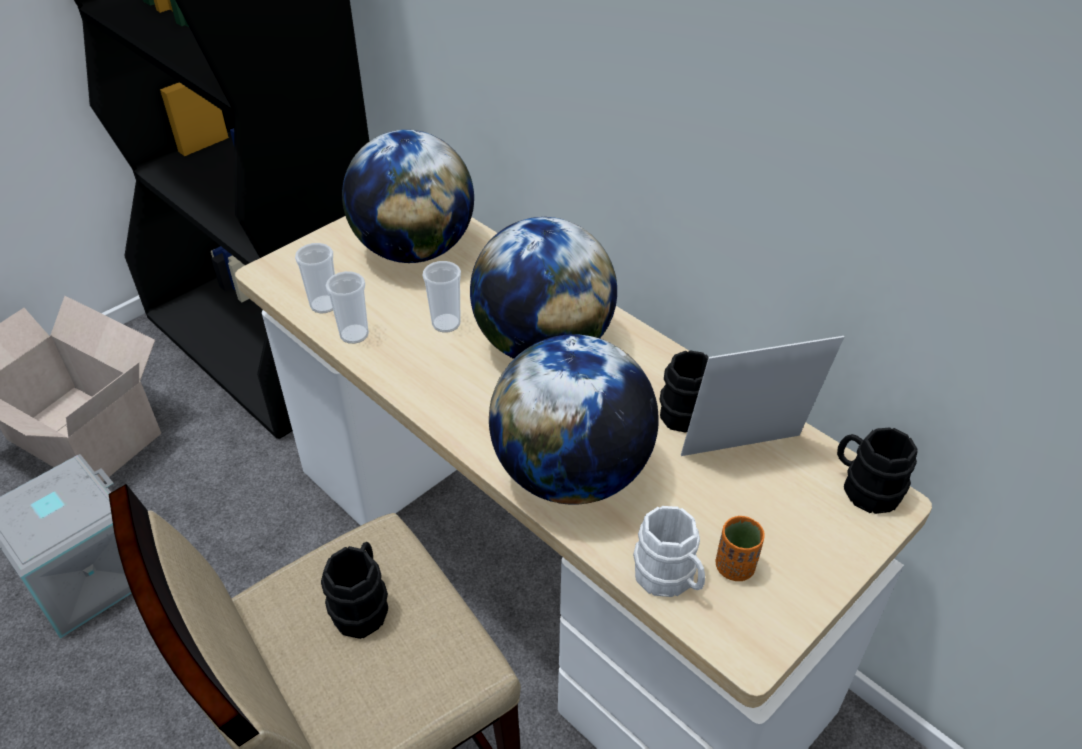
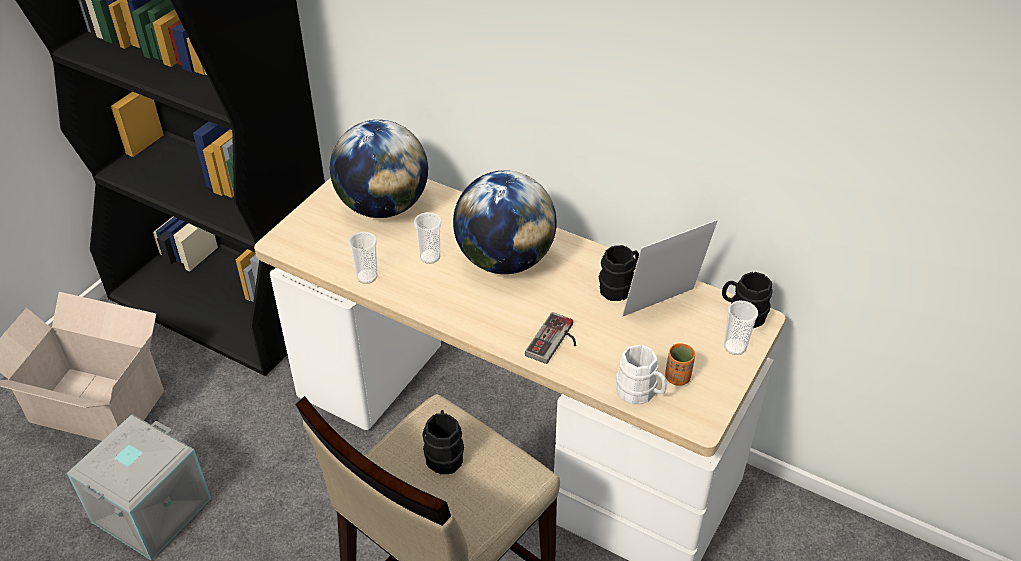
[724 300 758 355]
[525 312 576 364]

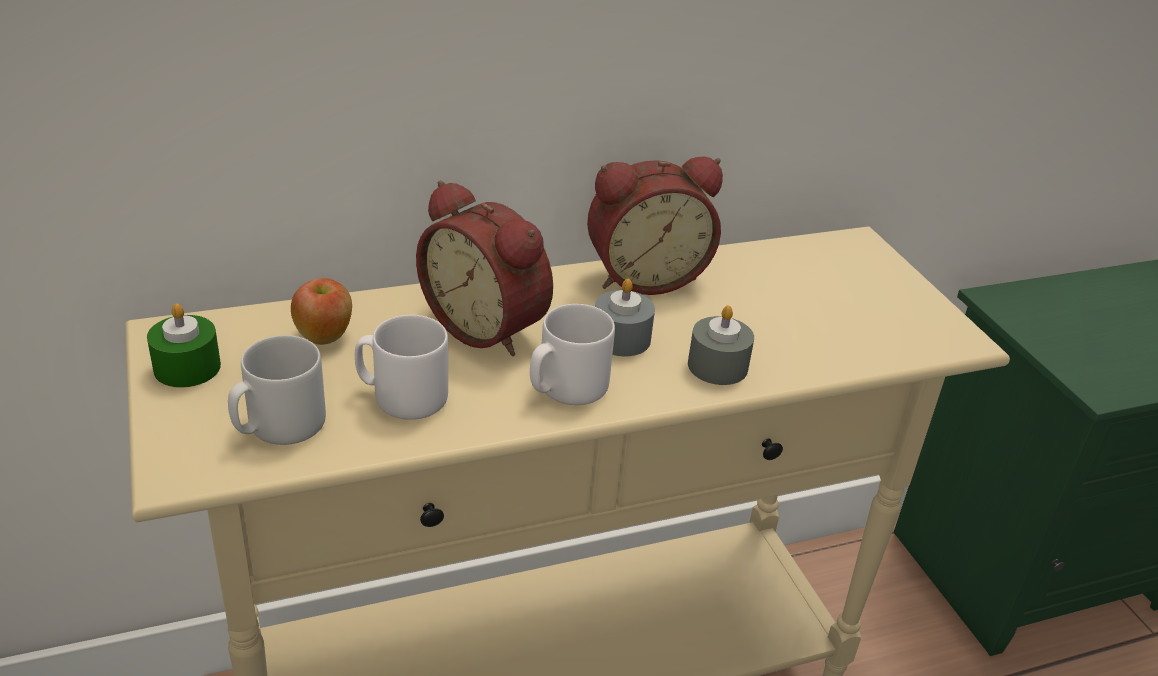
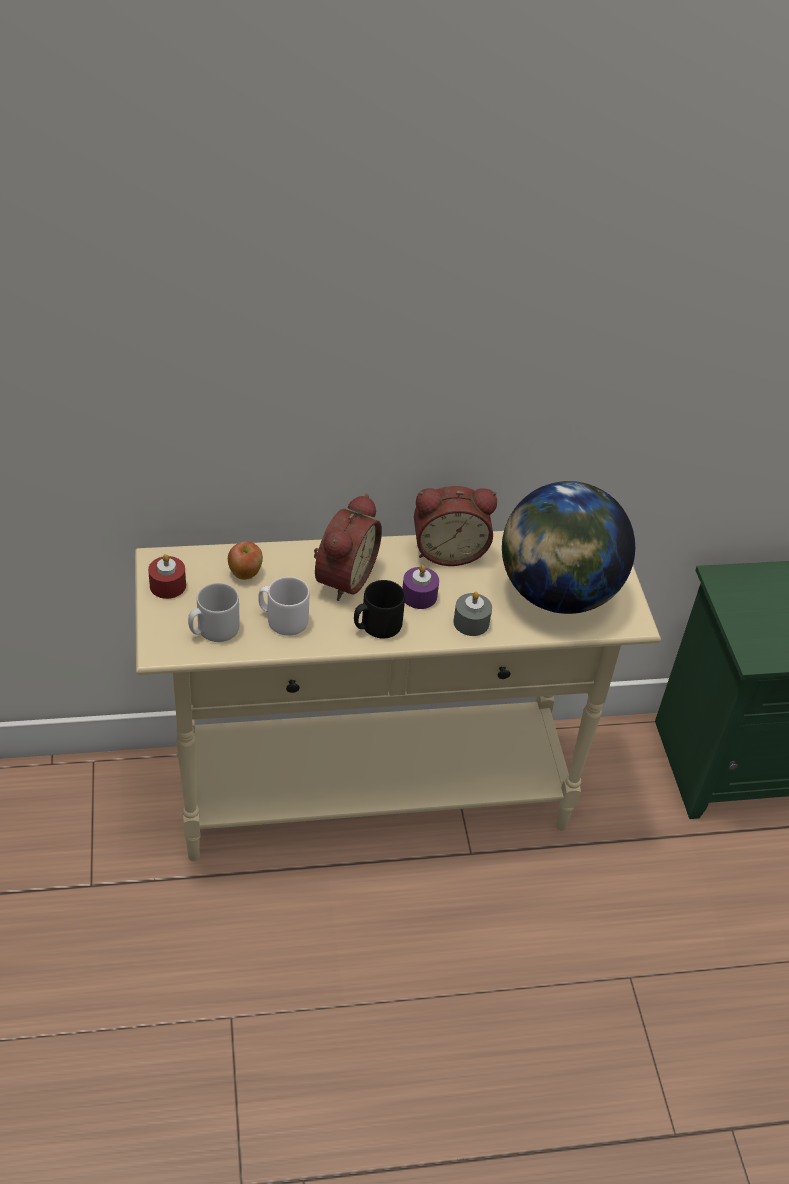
[314 494 382 601]
[403 565 439 609]
[148 554 186 599]
[354 580 405 638]
[502 481 635 614]

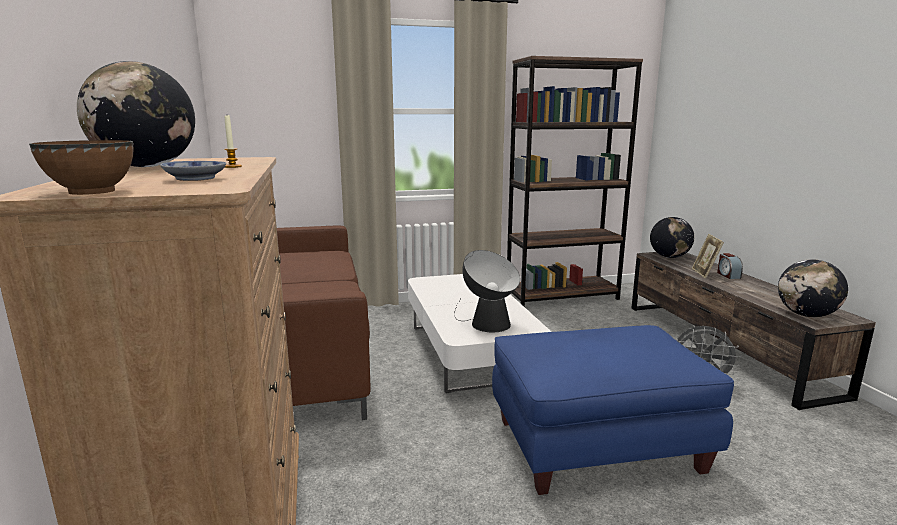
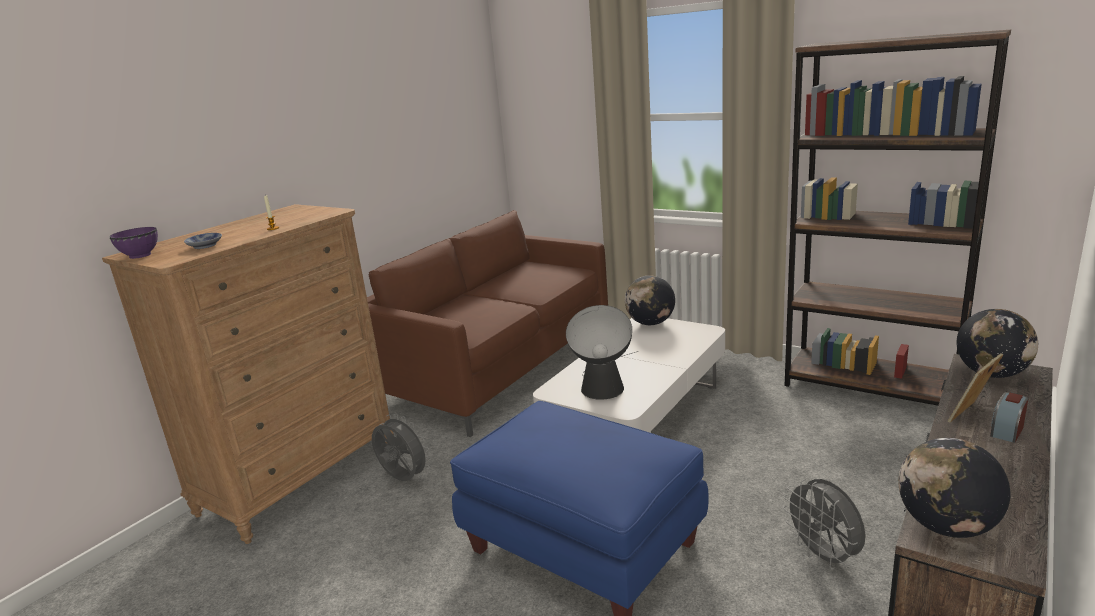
[625 275 675 325]
[109 227 158 259]
[372 414 431 481]

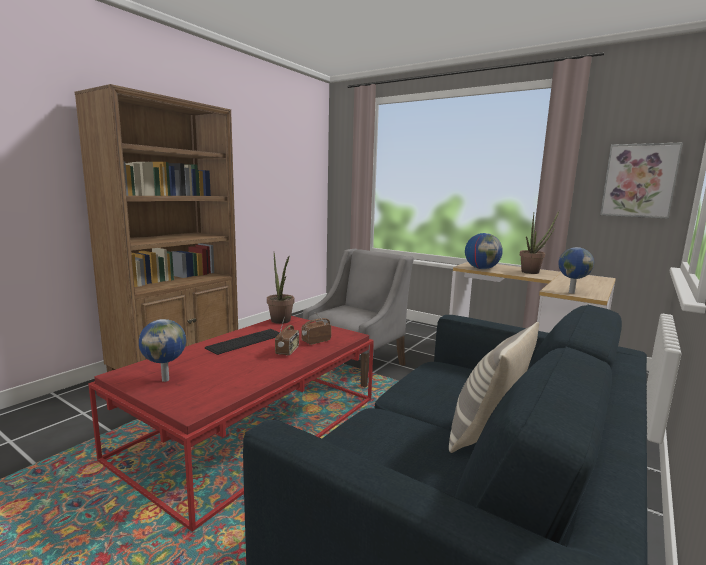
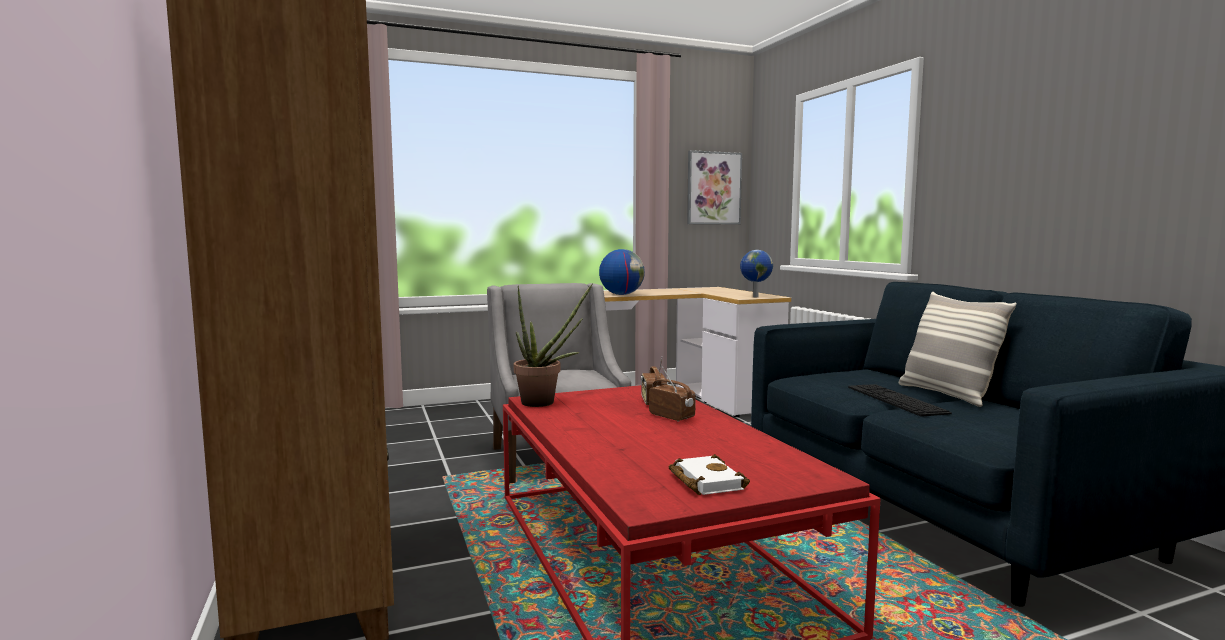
[520 211 559 274] (first image)
[669 454 750 495]
[848 384 952 417]

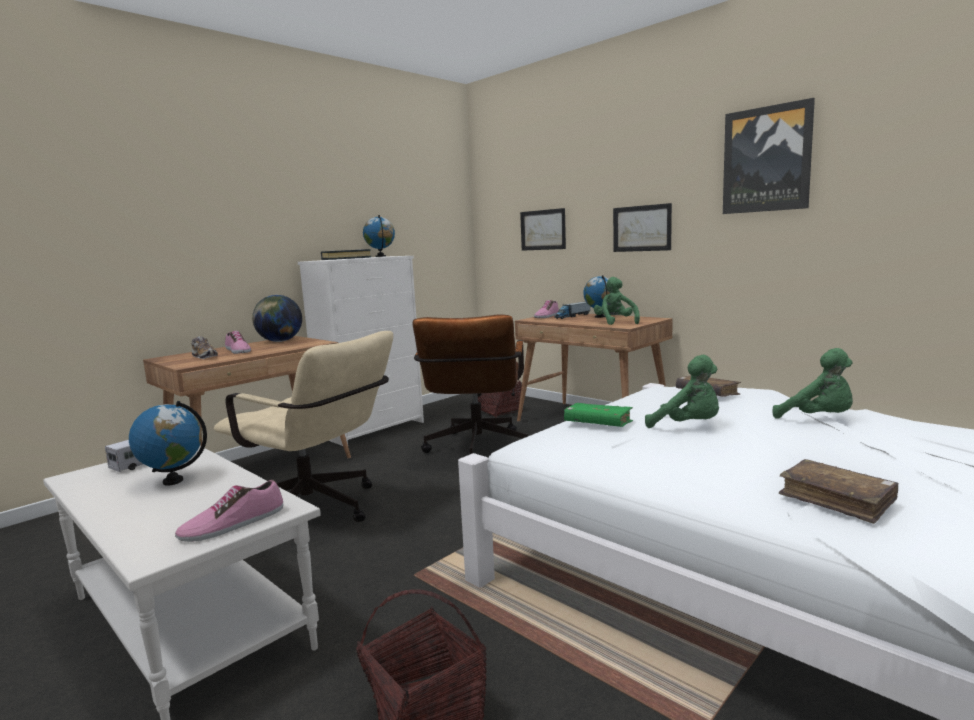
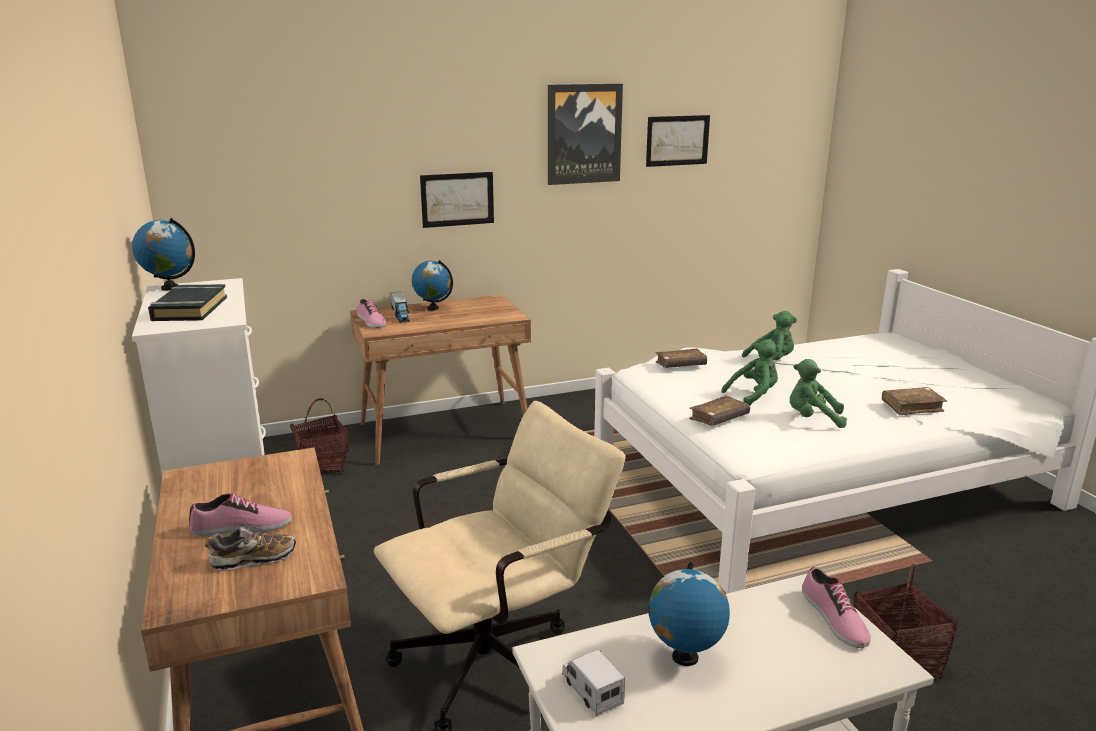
[646 115 710 167]
[790 359 847 428]
[252 295 302 342] (first image)
[413 314 528 455] (first image)
[689 395 750 426]

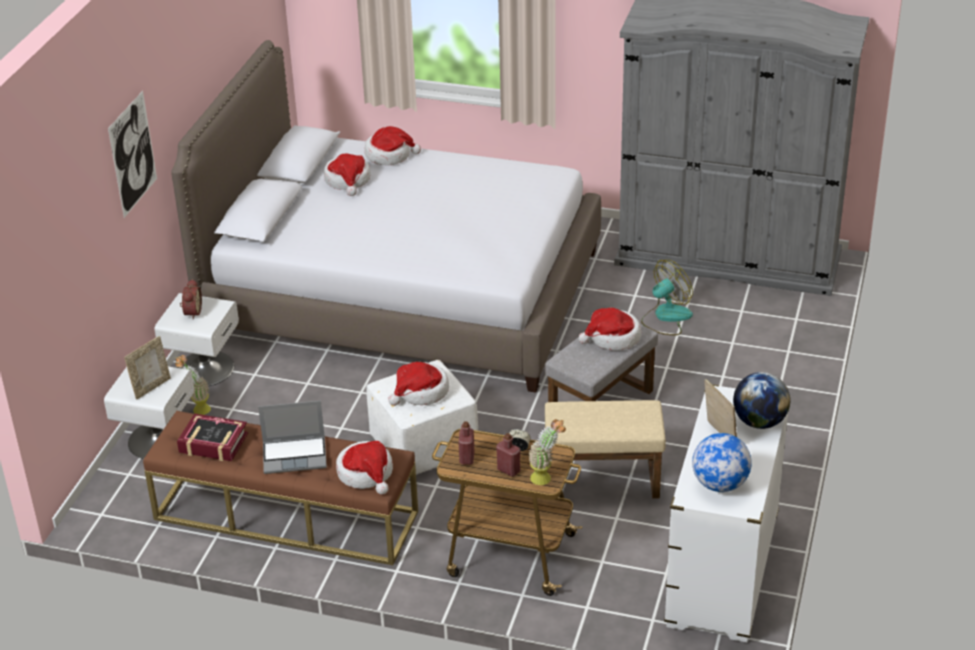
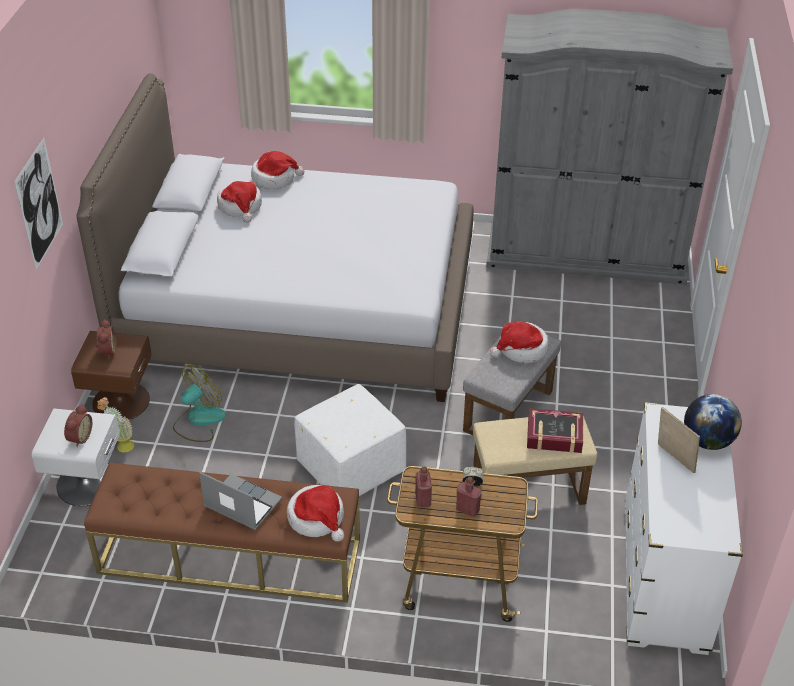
[173 364 226 442]
[71 331 151 420]
[64 404 92 447]
[388 362 449 406] (first image)
[199 472 282 530]
[527 408 583 454]
[528 419 566 485] (first image)
[692 433 752 492] (first image)

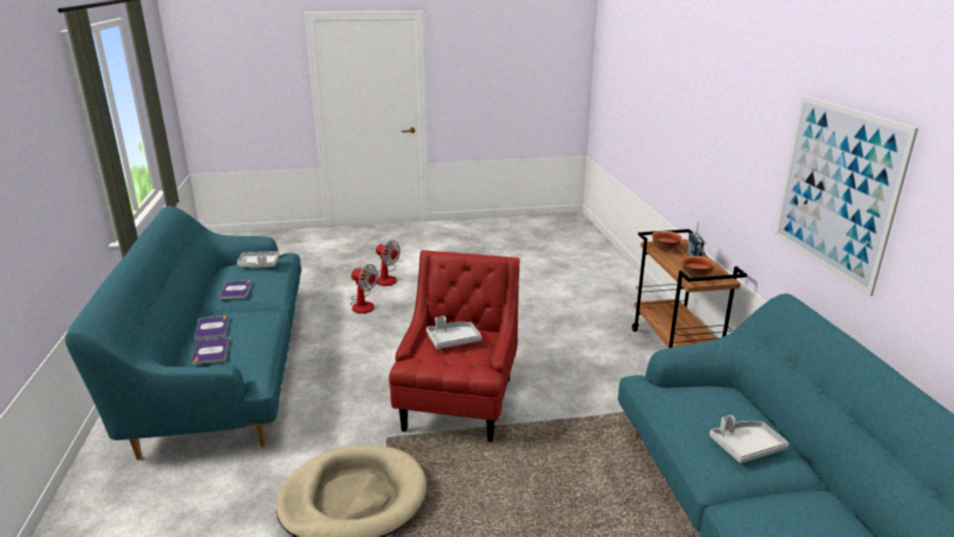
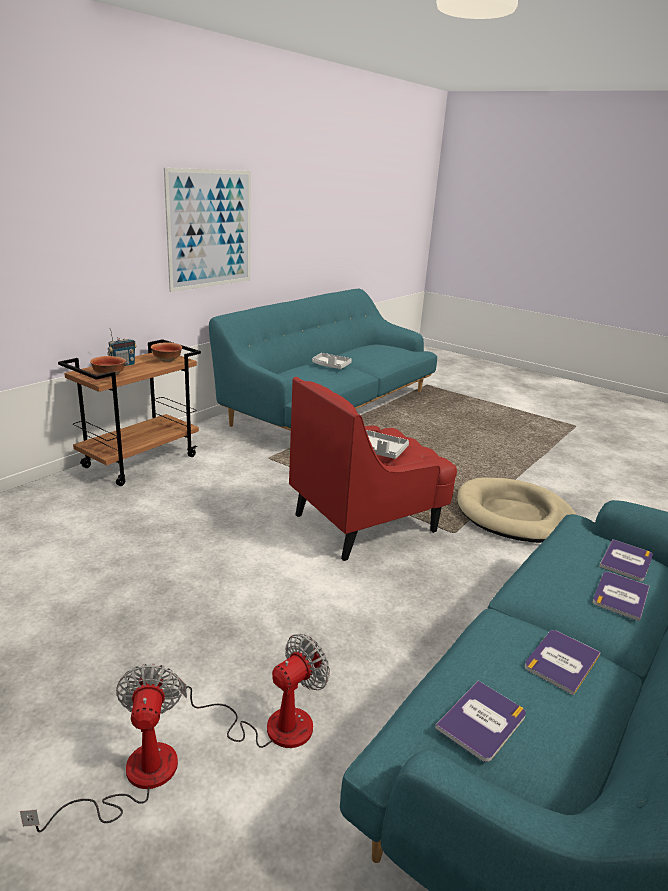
[435 681 526 762]
[179 634 330 748]

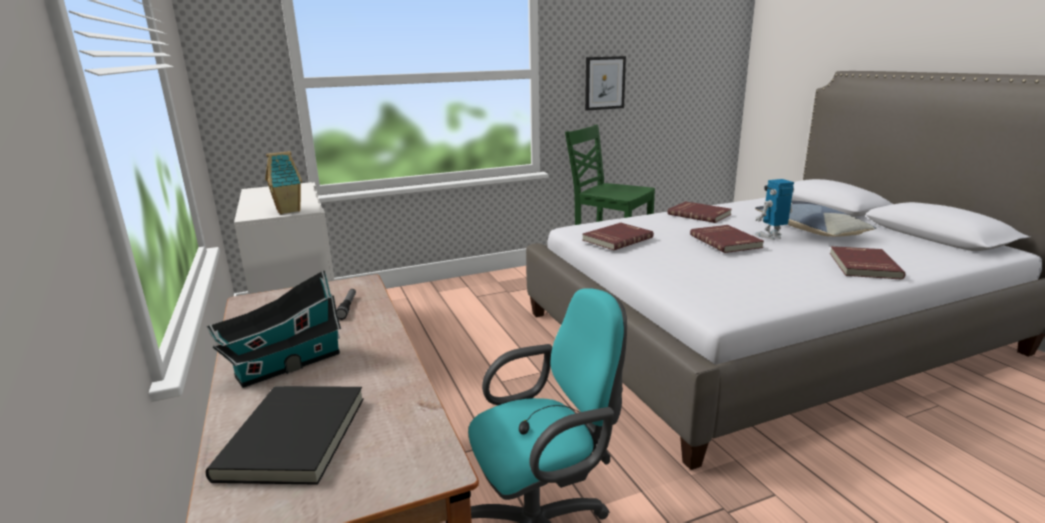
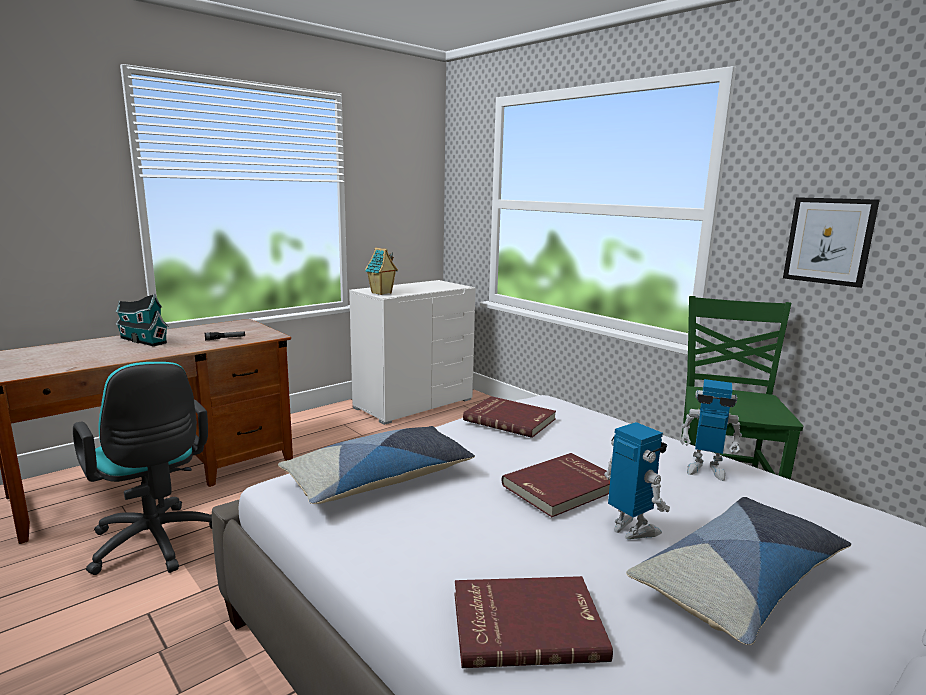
[680 379 742 481]
[206 386 364 485] (first image)
[278 426 475 504]

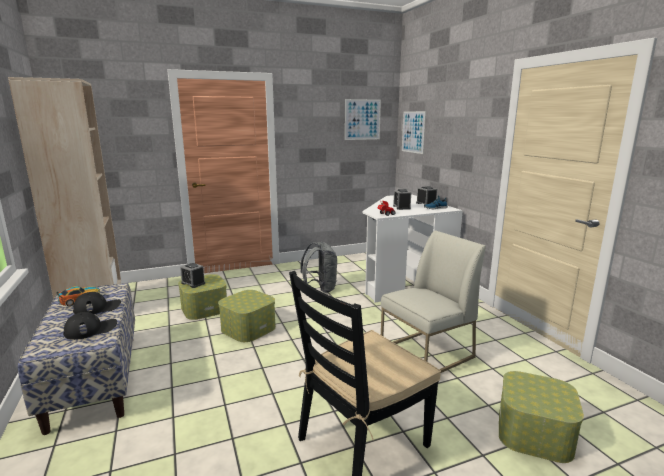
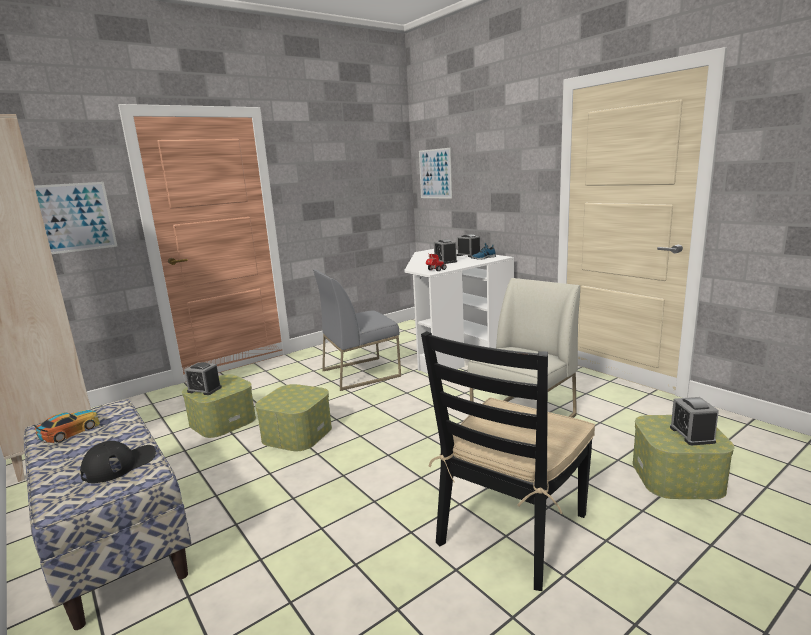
[35 182 117 254]
[313 269 401 391]
[73 292 121 314] (first image)
[670 397 719 445]

